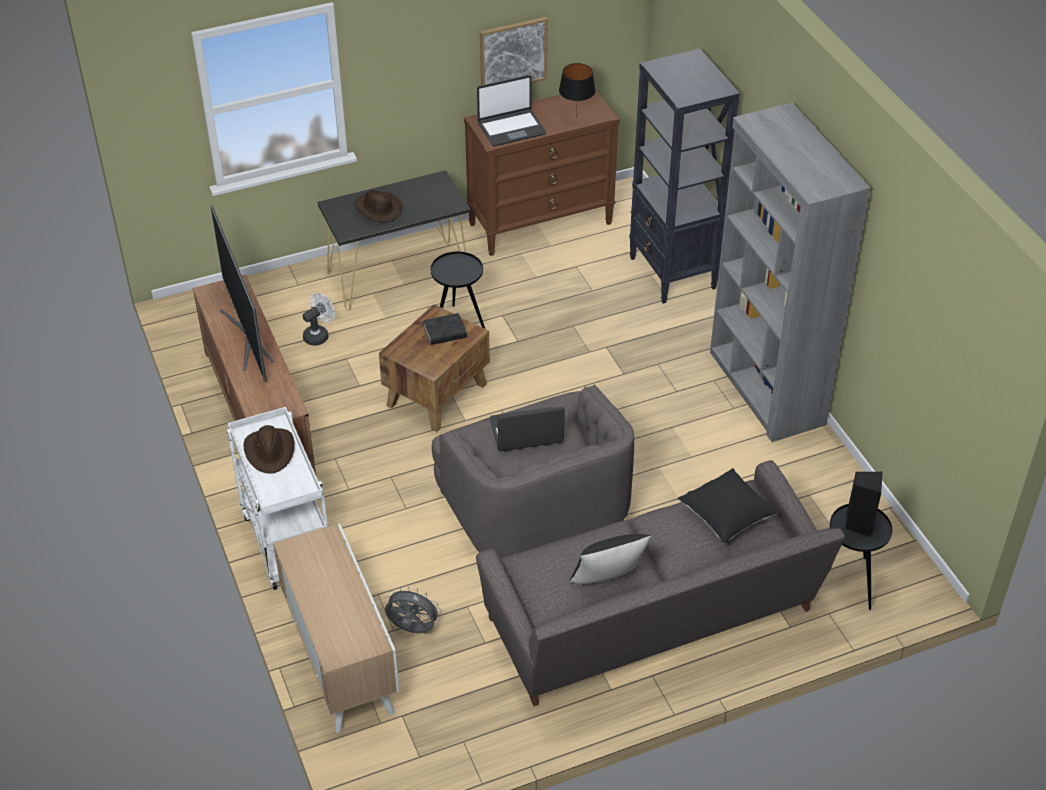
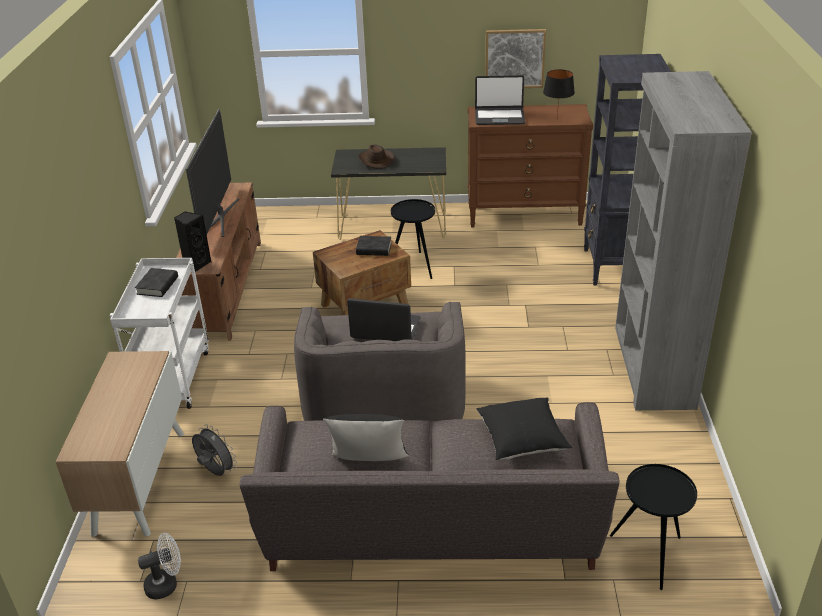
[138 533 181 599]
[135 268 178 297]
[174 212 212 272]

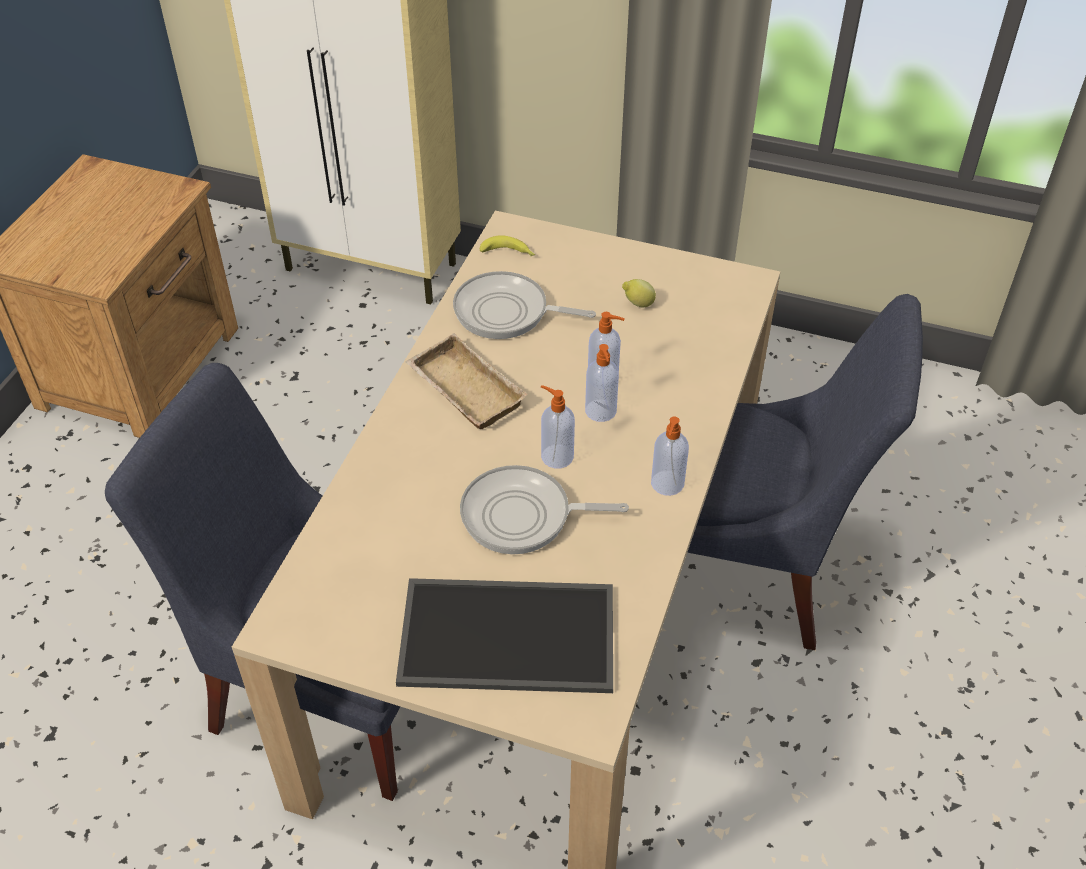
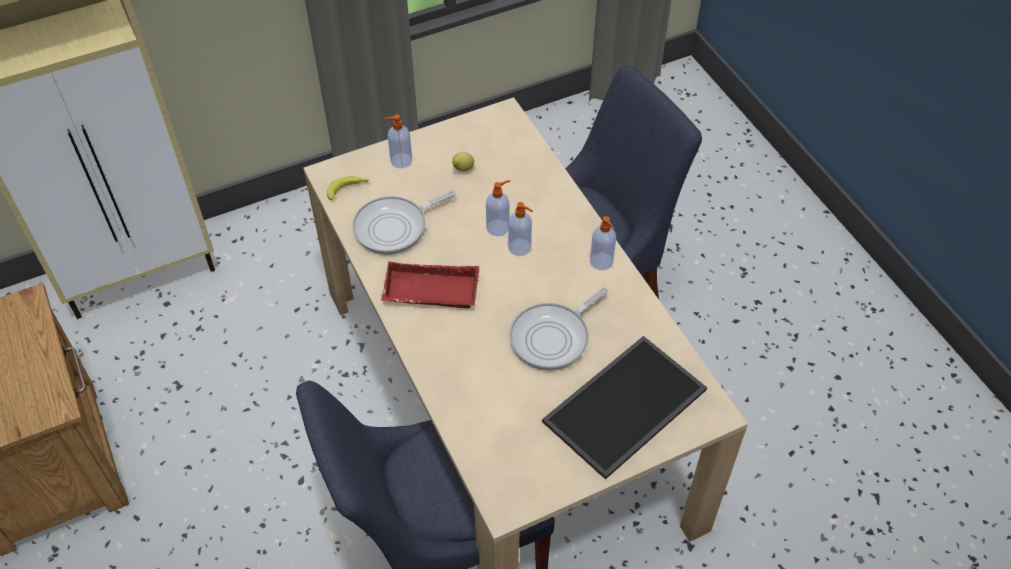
[381 262 479 308]
[383 114 412 168]

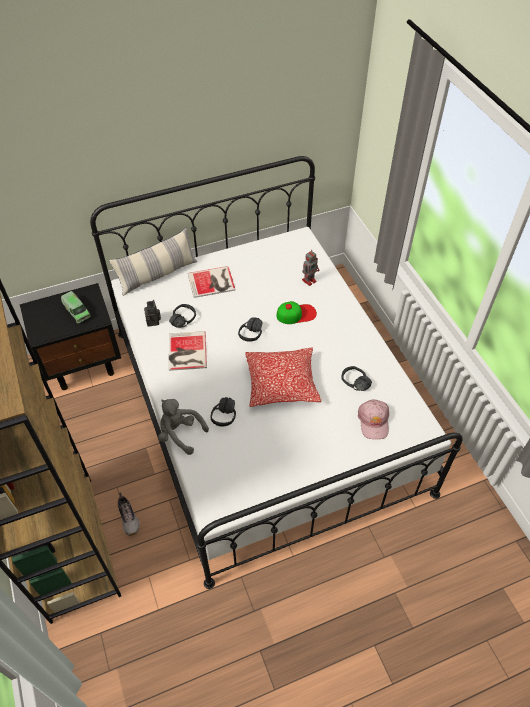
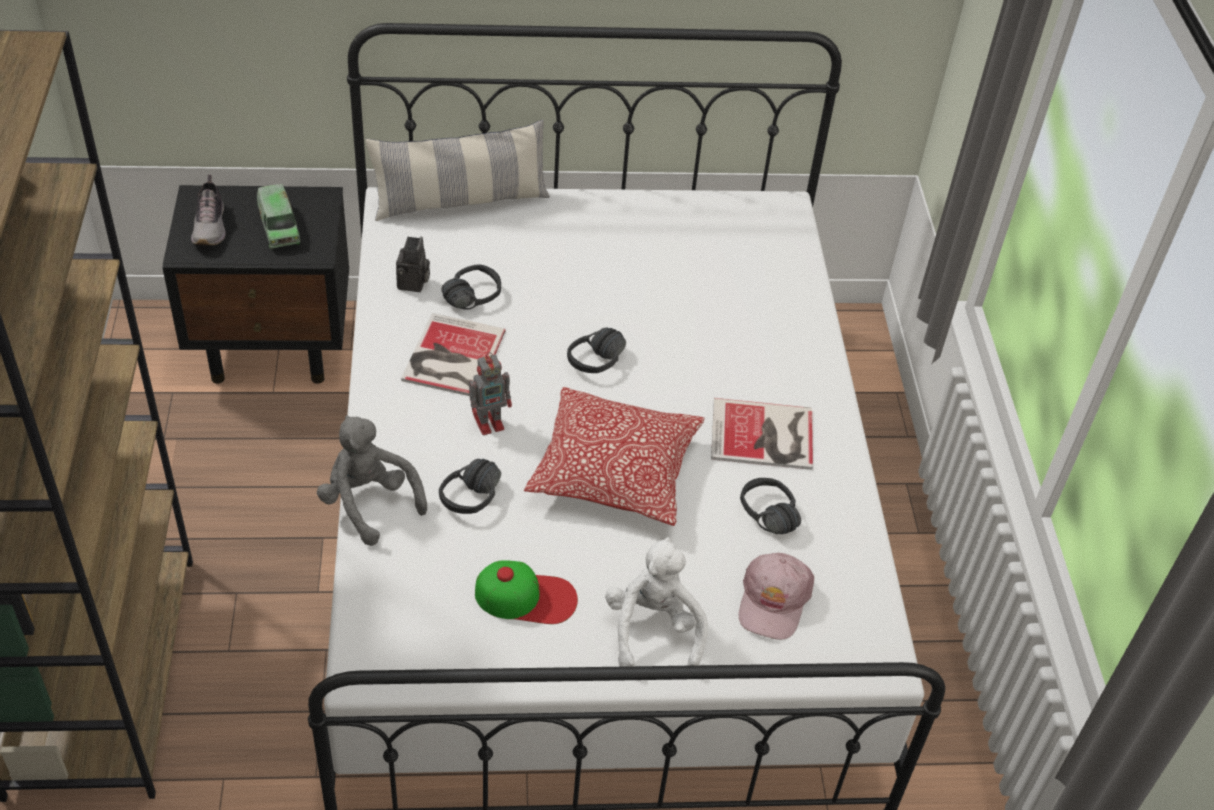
[469 352 512 435]
[711 398 813 470]
[475 560 578 624]
[191 175 225 246]
[605 537 708 667]

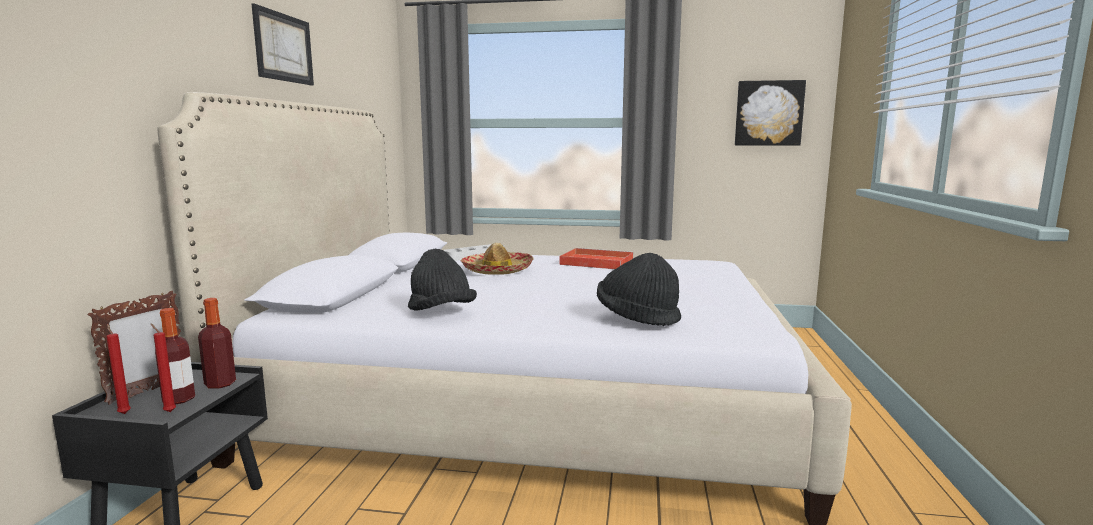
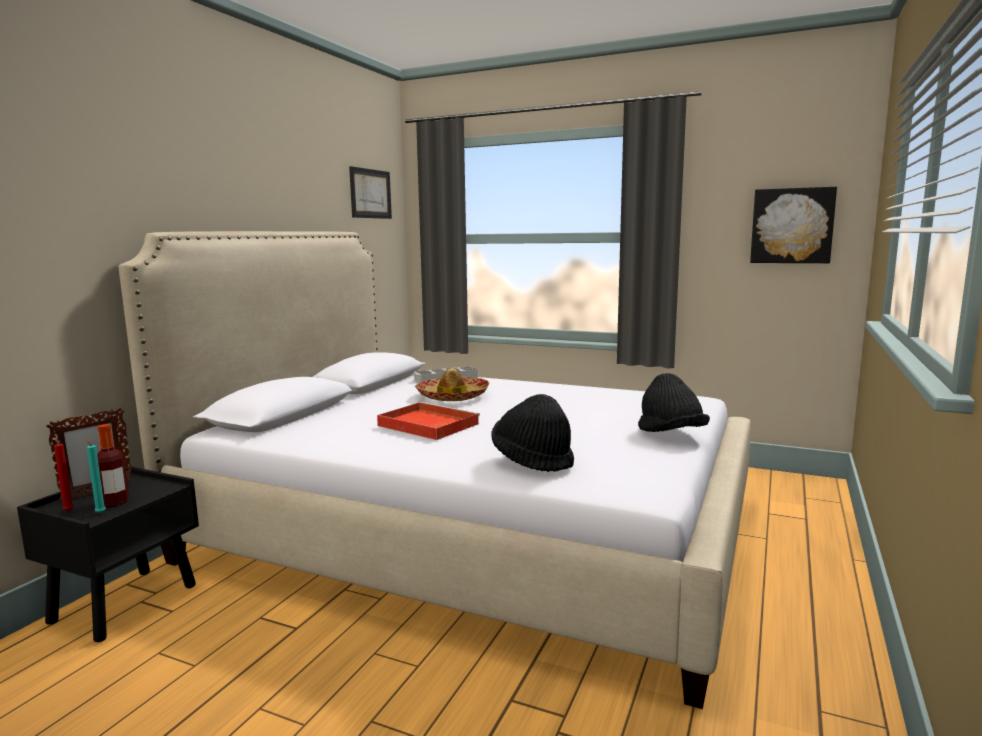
[349 166 392 219]
[377 402 480 440]
[638 373 710 432]
[198 298 236 389] (first image)
[86 437 106 513]

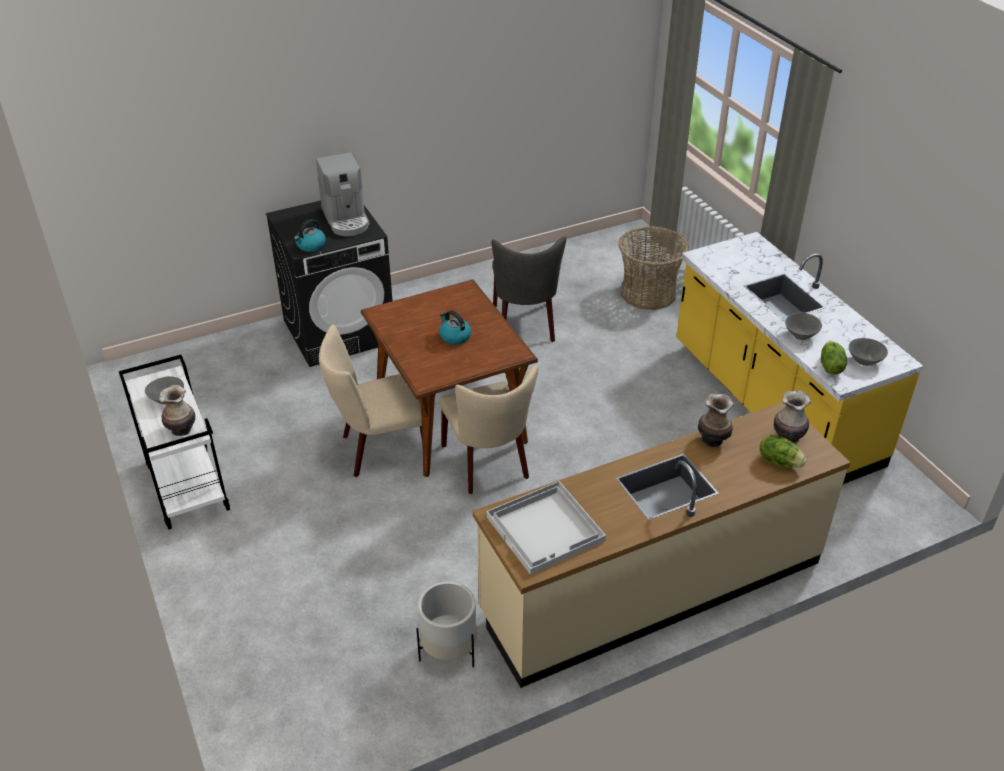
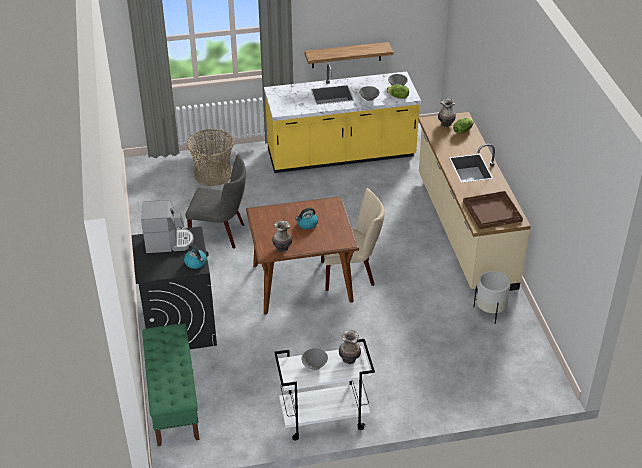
[319 324 431 477] (first image)
[272 220 292 252]
[463 191 523 229]
[304 42 393 68]
[142 324 199 446]

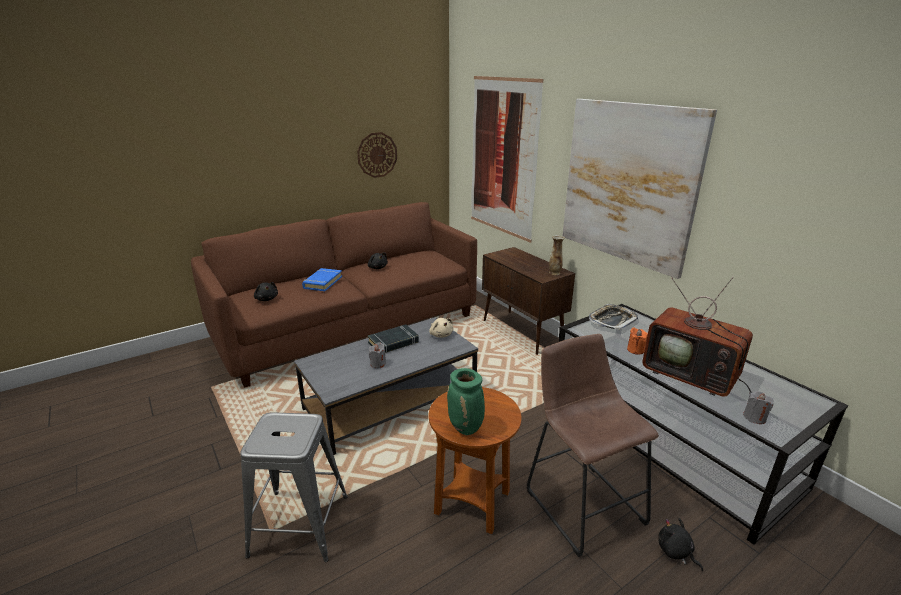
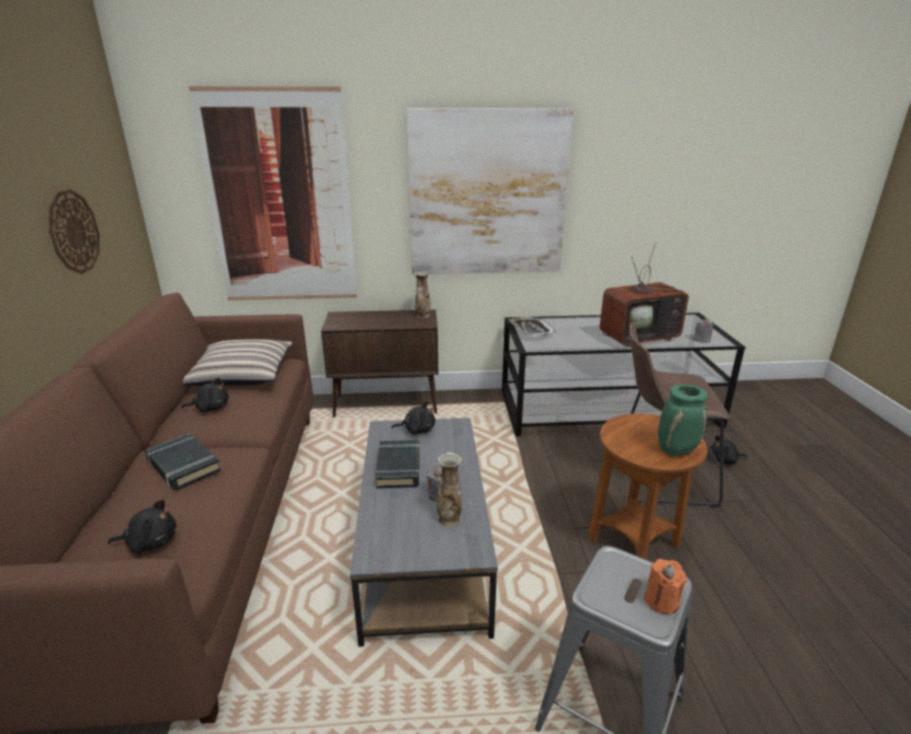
[145 433 221 491]
[391 402 435 435]
[644 559 687 614]
[183 339 293 386]
[437 452 462 527]

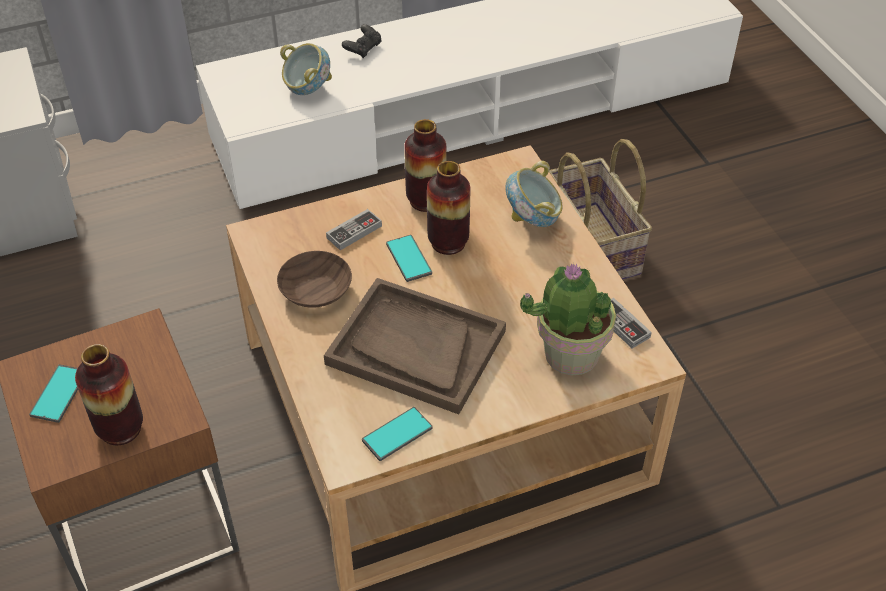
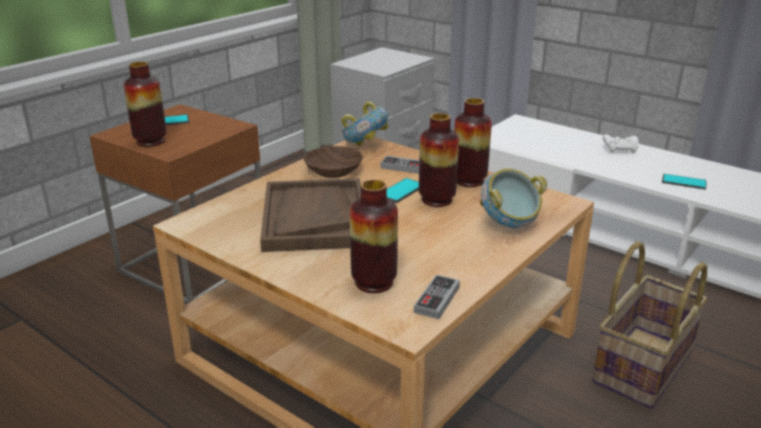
[603 135 639 153]
[341 101 388 146]
[350 180 398 293]
[662 174 707 190]

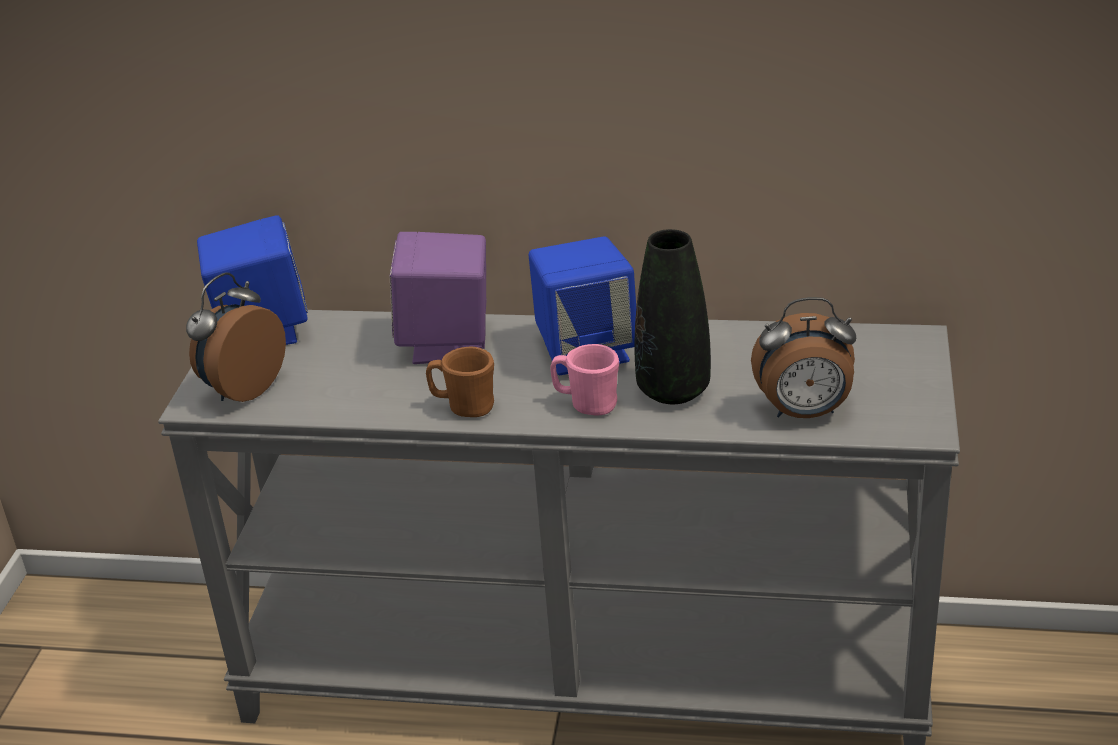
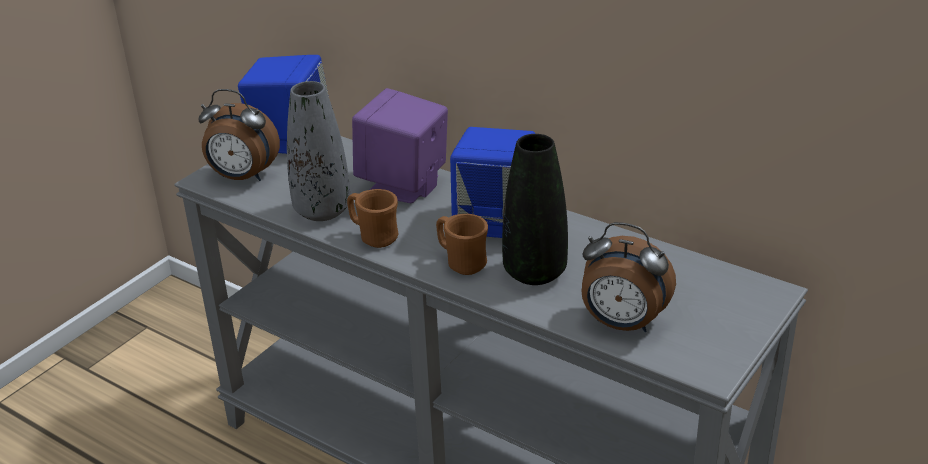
[198 89 280 181]
[436 214 488 275]
[287 81 350 221]

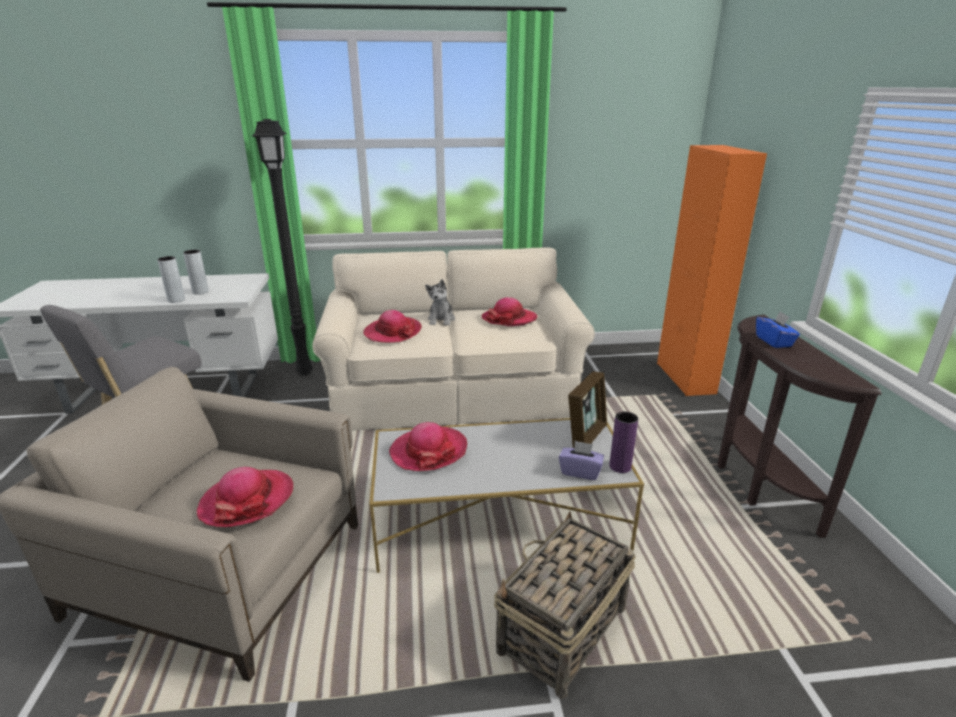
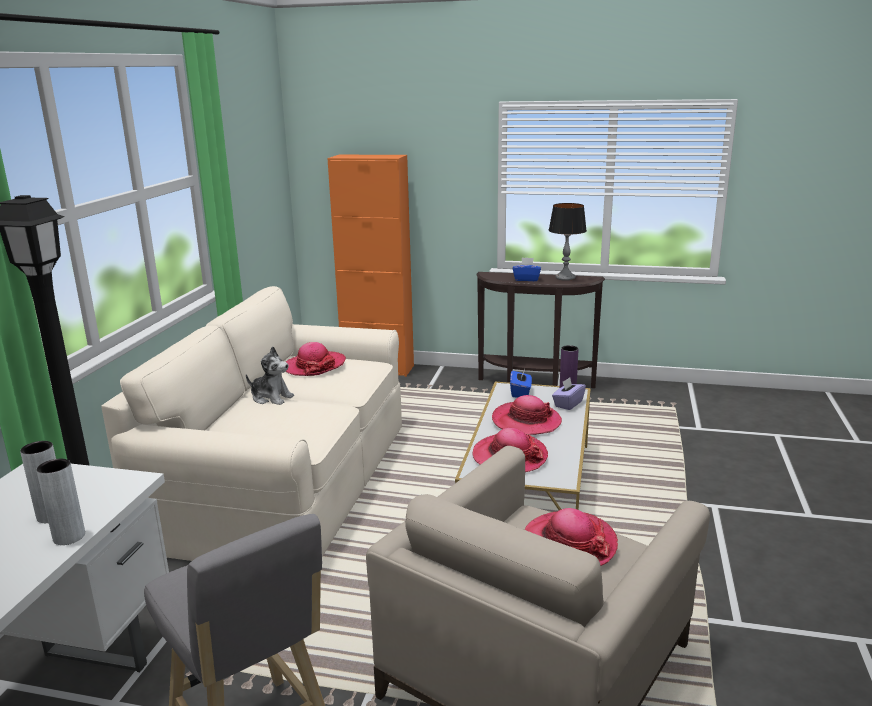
[492 395 562 435]
[510 369 532 397]
[494 511 636 699] (first image)
[548 203 587 281]

